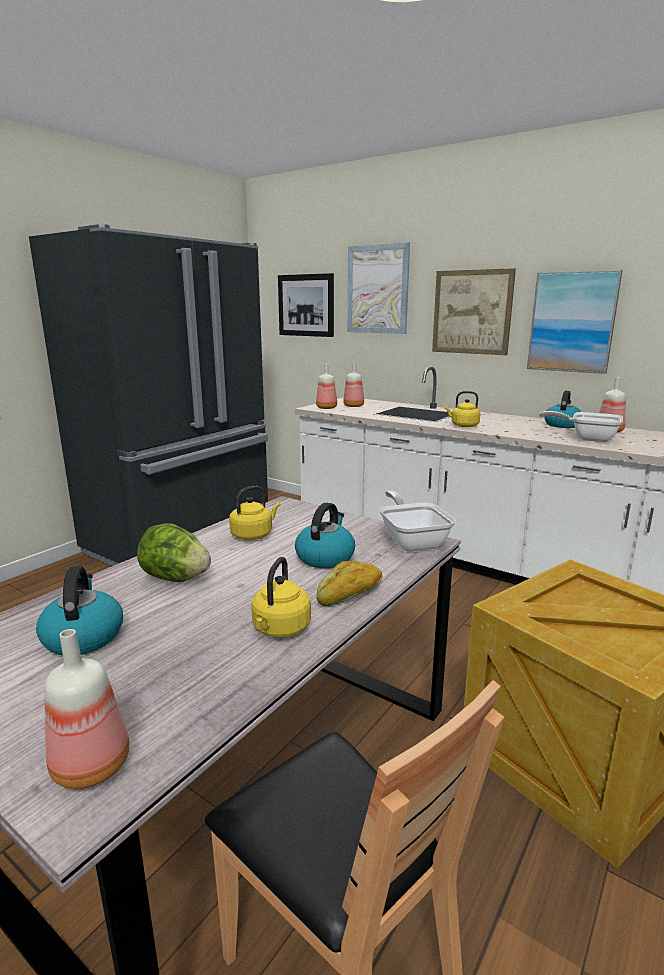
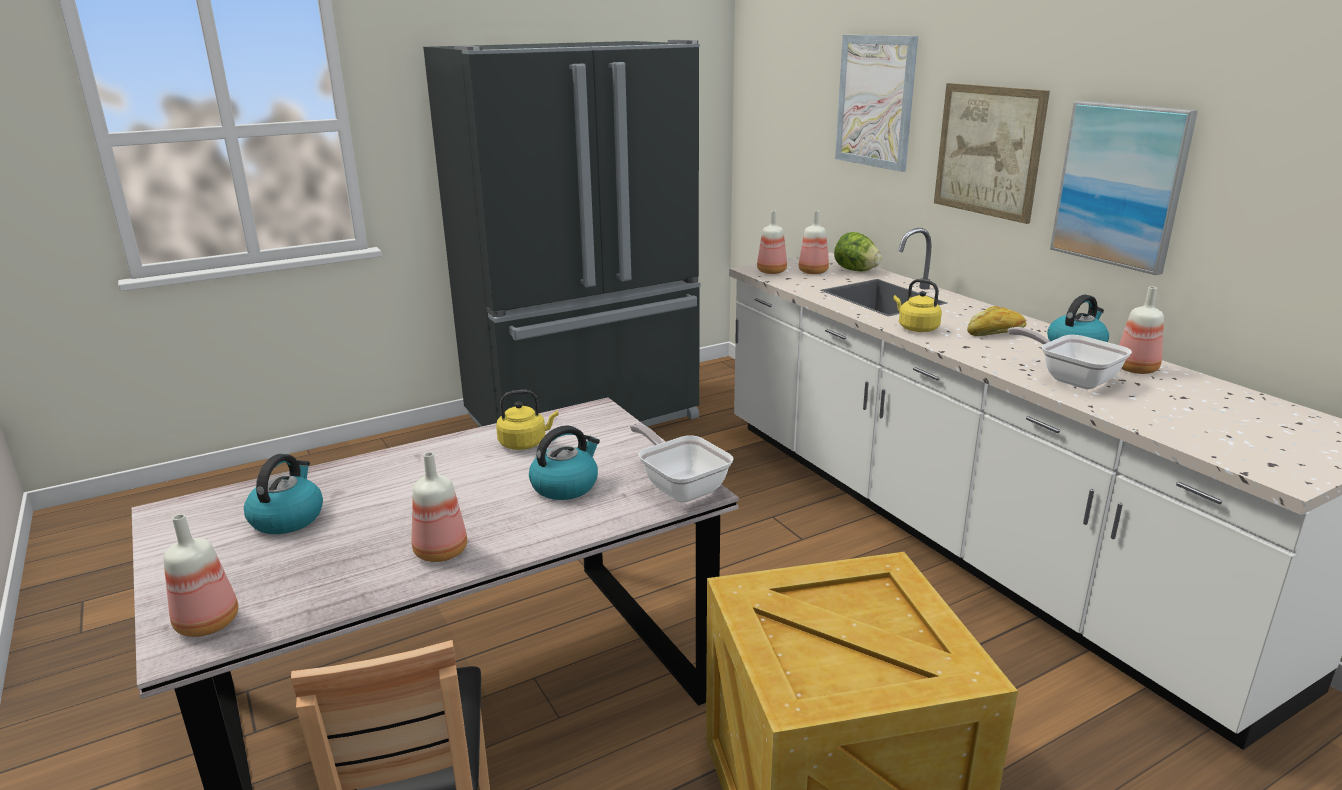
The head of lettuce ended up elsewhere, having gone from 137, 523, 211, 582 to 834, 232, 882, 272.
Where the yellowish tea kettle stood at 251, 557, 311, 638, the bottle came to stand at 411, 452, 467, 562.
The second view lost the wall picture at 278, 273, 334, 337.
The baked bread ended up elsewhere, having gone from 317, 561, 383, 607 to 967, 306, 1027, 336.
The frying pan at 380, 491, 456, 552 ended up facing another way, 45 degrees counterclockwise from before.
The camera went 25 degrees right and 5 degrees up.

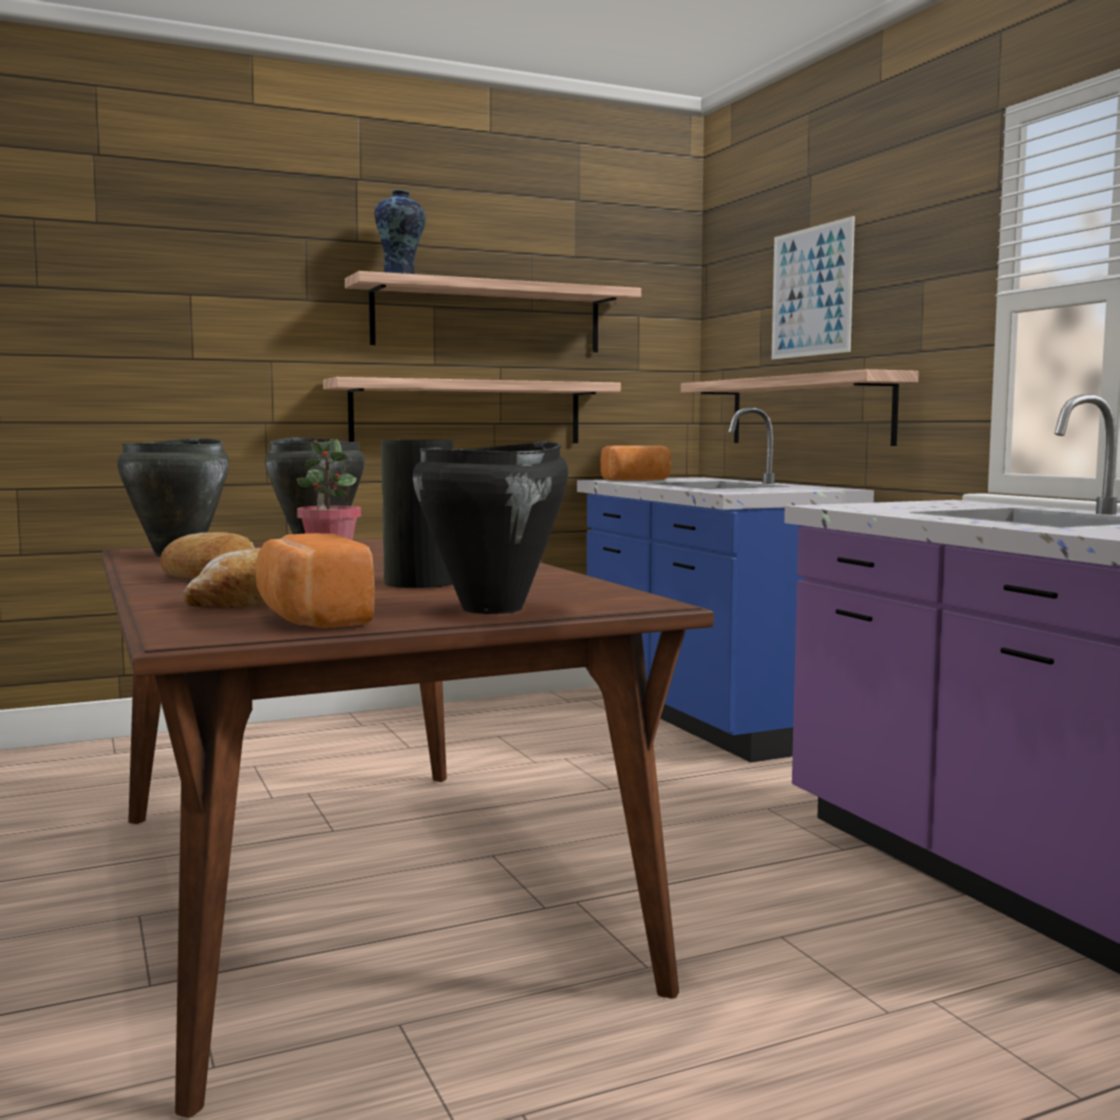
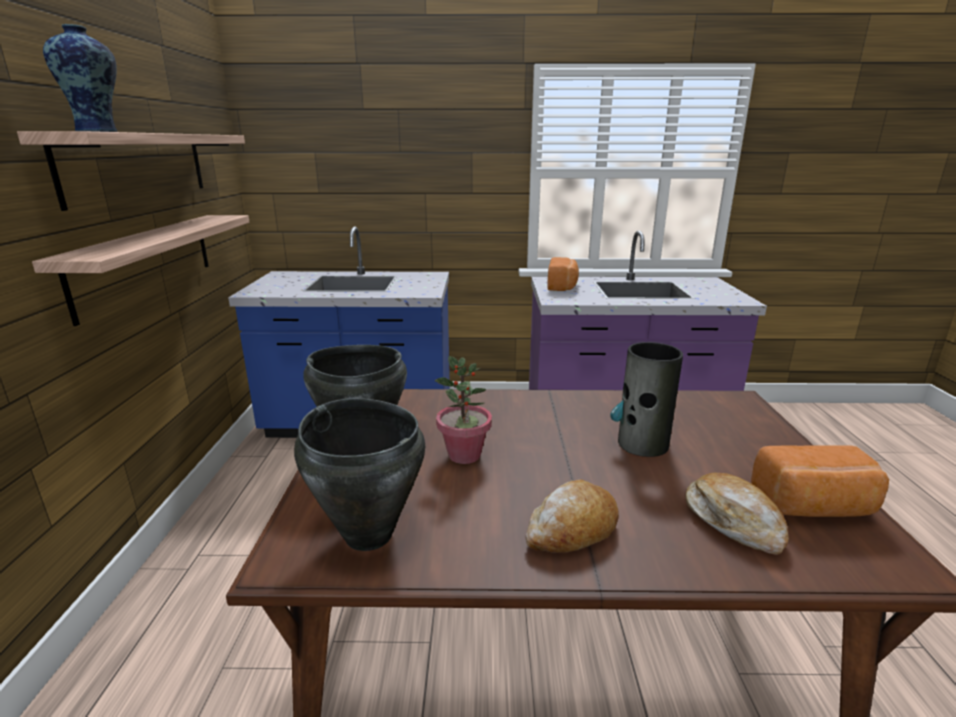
The second view lost the black stockpot at 413, 441, 568, 614.
The baked bread ended up elsewhere, having gone from 601, 445, 671, 481 to 547, 257, 579, 291.
The second view lost the shelf at 681, 369, 919, 446.
The second view lost the wall picture at 772, 216, 855, 360.
The camera went 65 degrees left and 15 degrees up.

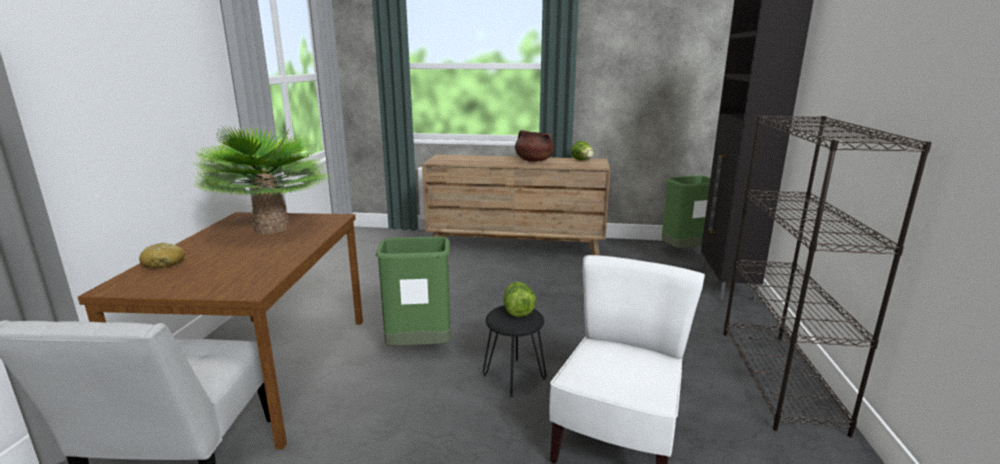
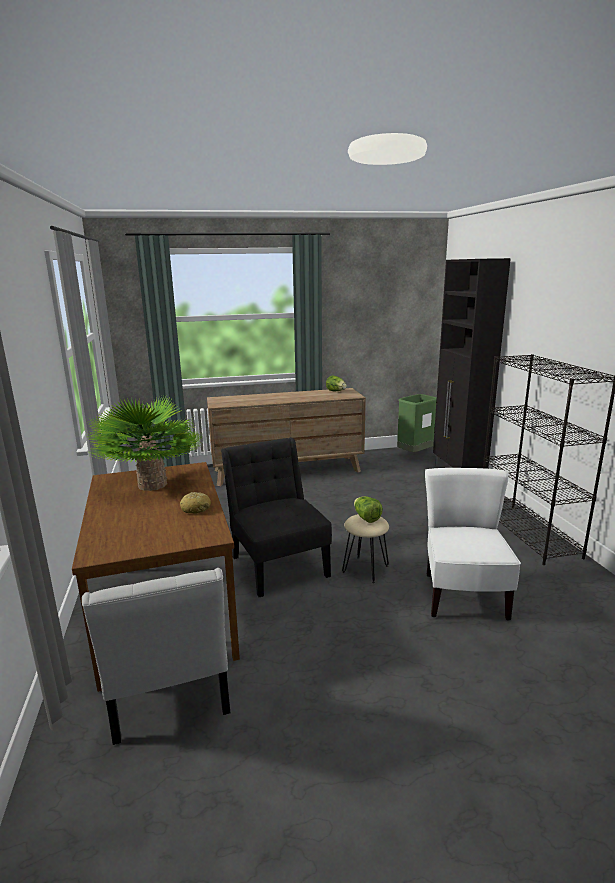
The baked bread ended up elsewhere, having gone from 139, 242, 185, 268 to 180, 492, 211, 513.
Where the green waste bin stood at 376, 237, 451, 346, the black upright chair came to stand at 221, 437, 332, 597.
What was the black sitting stool at 483, 305, 547, 397 turned into the beige-coloured sitting stool at 342, 514, 389, 583.
The second view lost the brown stockpot at 515, 130, 555, 162.
The camera went 20 degrees left and 0 degrees up.

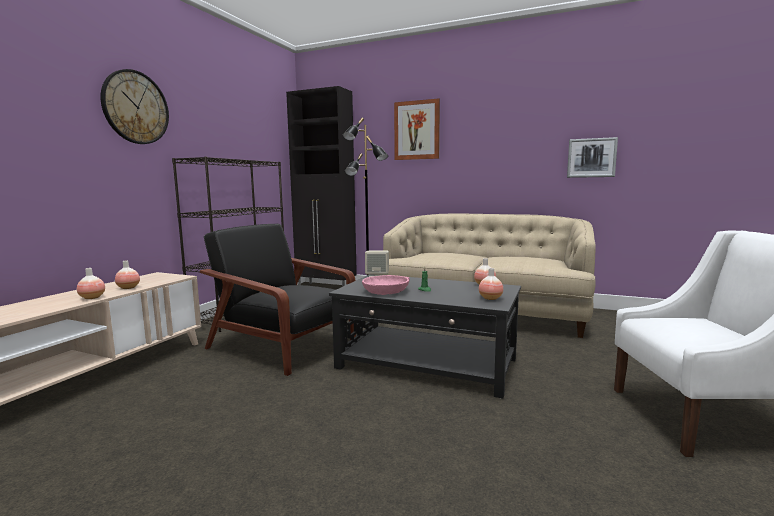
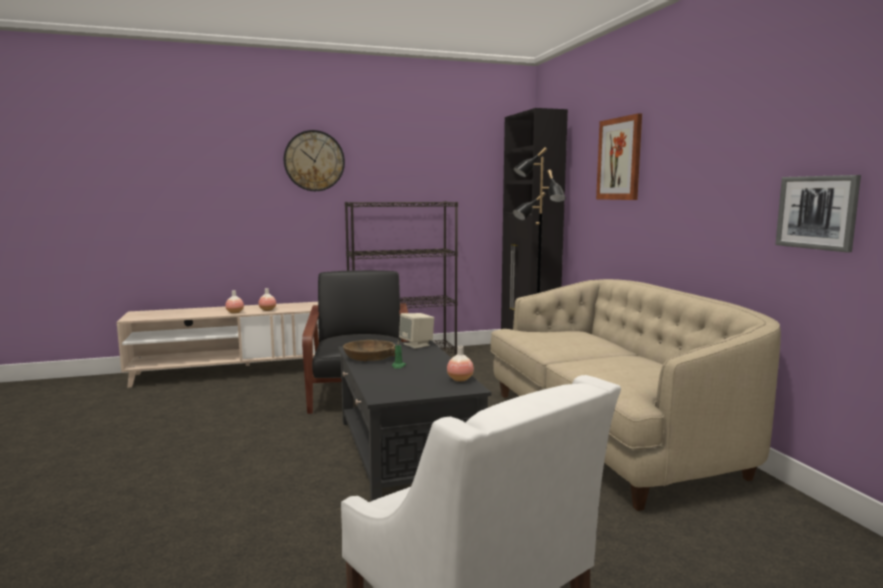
What was the pink-coloured serving bowl at 362, 275, 410, 295 turned into the brown serving bowl at 343, 340, 395, 361.
The second view lost the flower vase at 479, 268, 503, 300.
The camera went 50 degrees right and 0 degrees up.

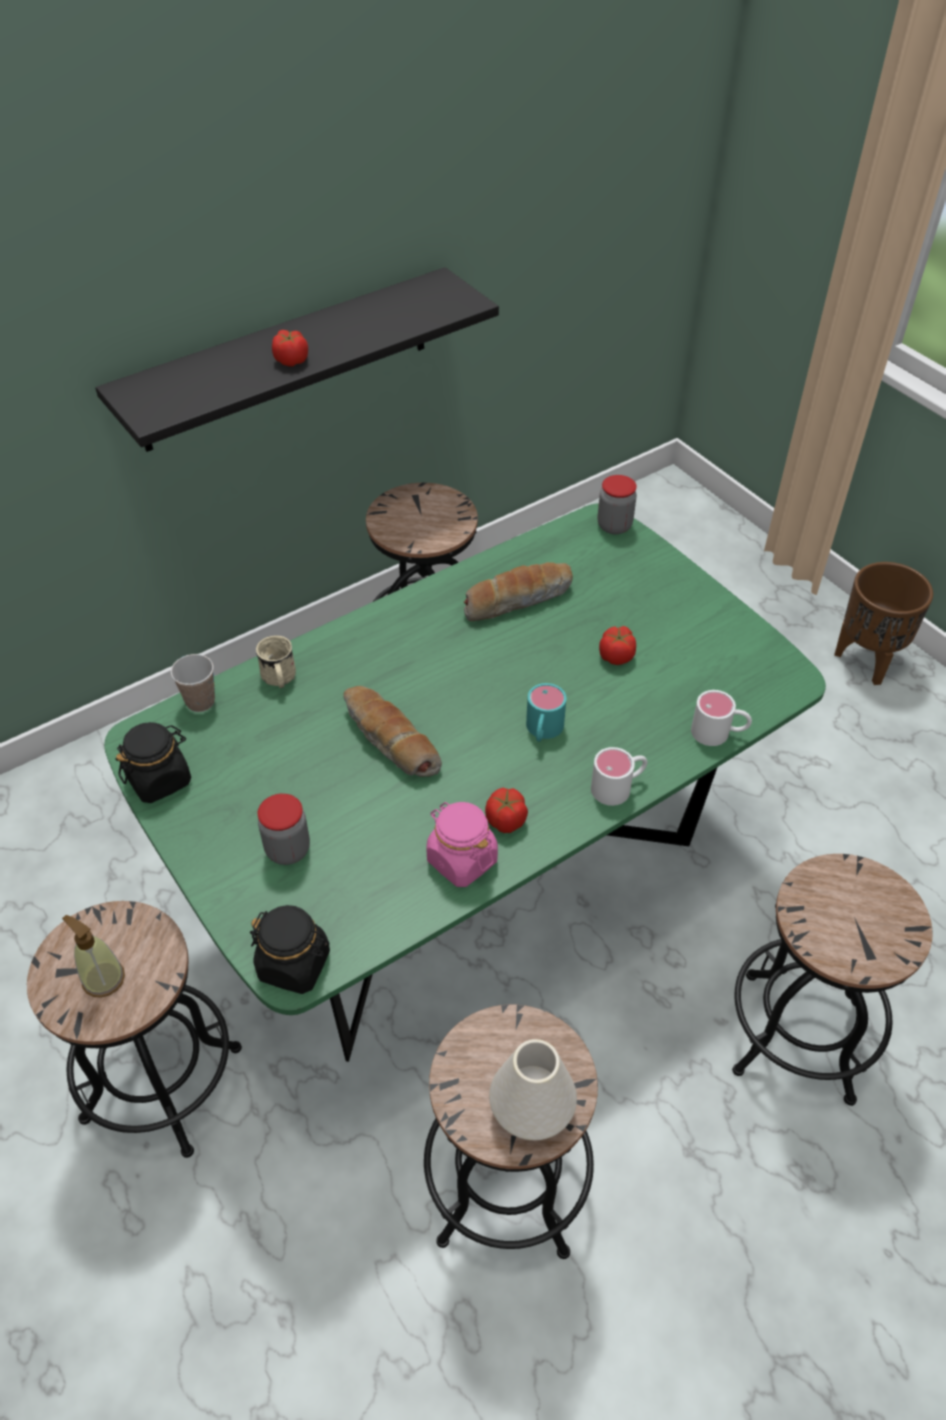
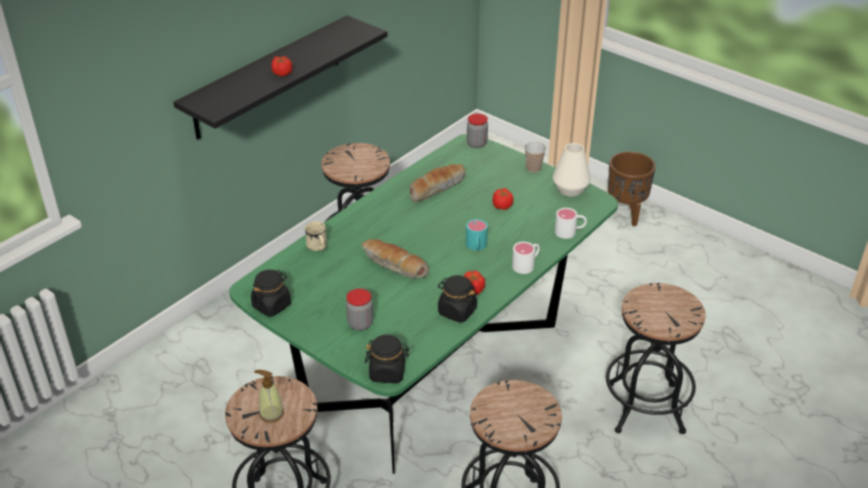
The cup ended up elsewhere, having gone from 171, 654, 215, 712 to 524, 142, 546, 172.
What was the pink-coloured storage jar at 426, 802, 498, 887 turned into the black storage jar at 438, 275, 477, 323.
The white-coloured flower vase ended up elsewhere, having gone from 489, 1039, 577, 1140 to 553, 143, 591, 197.
The camera went 15 degrees left and 10 degrees down.

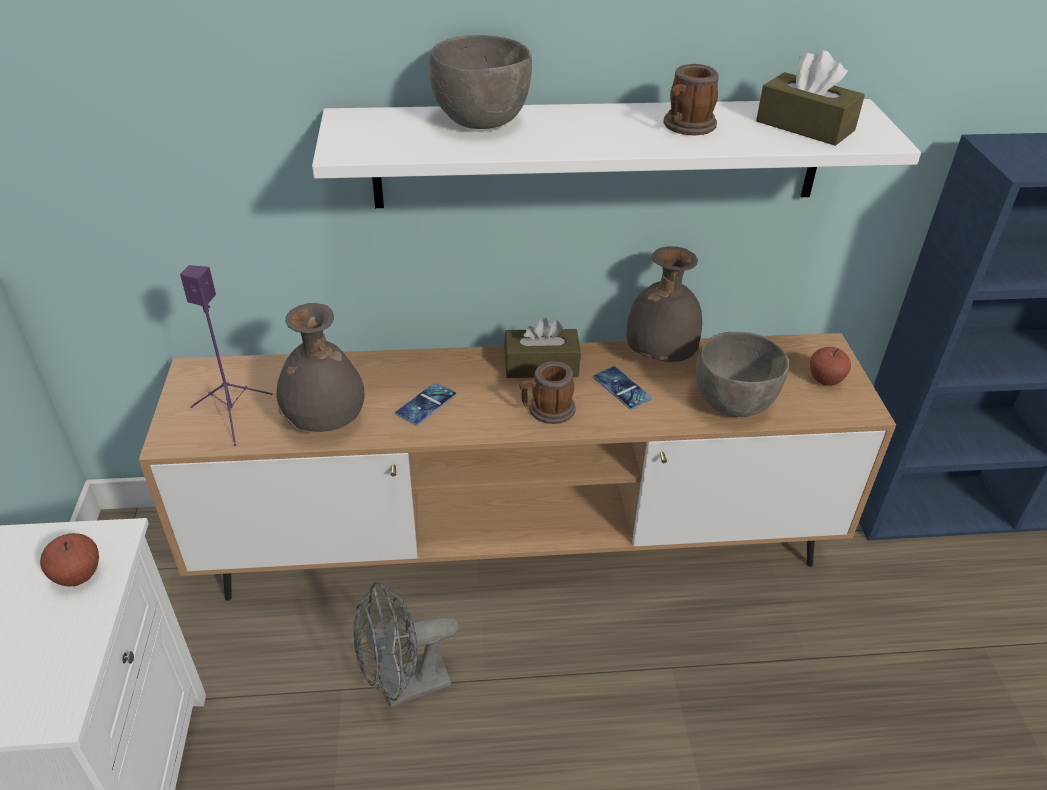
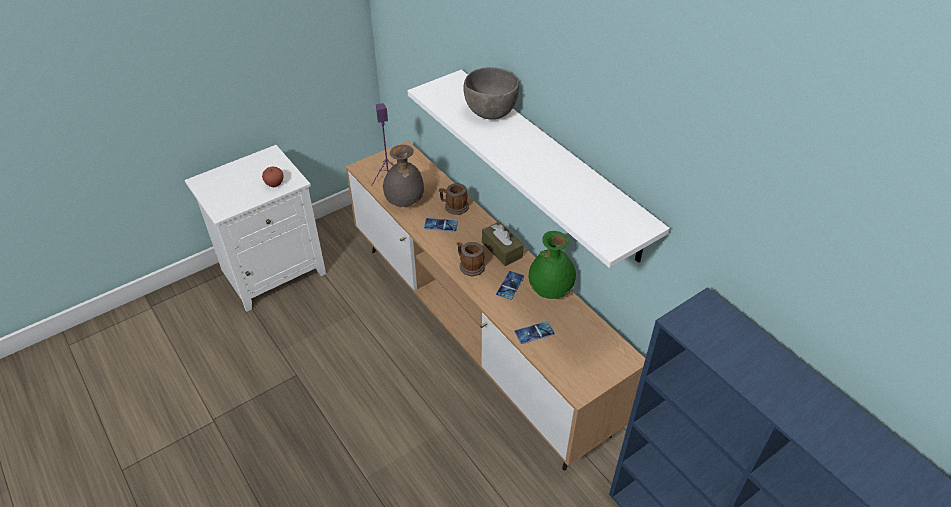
The second view lost the grey cooling fan at 354, 582, 459, 708.
What was the grey flower vase at 626, 246, 702, 362 turned into the green flower vase at 529, 231, 576, 299.
The coffee mug ended up elsewhere, having gone from 663, 64, 719, 135 to 439, 183, 469, 215.
Where the grey serving bowl stood at 696, 332, 789, 417, the handset came to stand at 514, 321, 555, 344.
The second view lost the brown tissue box at 756, 50, 865, 146.
The second view lost the apple fruit at 810, 347, 851, 386.
The camera went 60 degrees right and 5 degrees up.

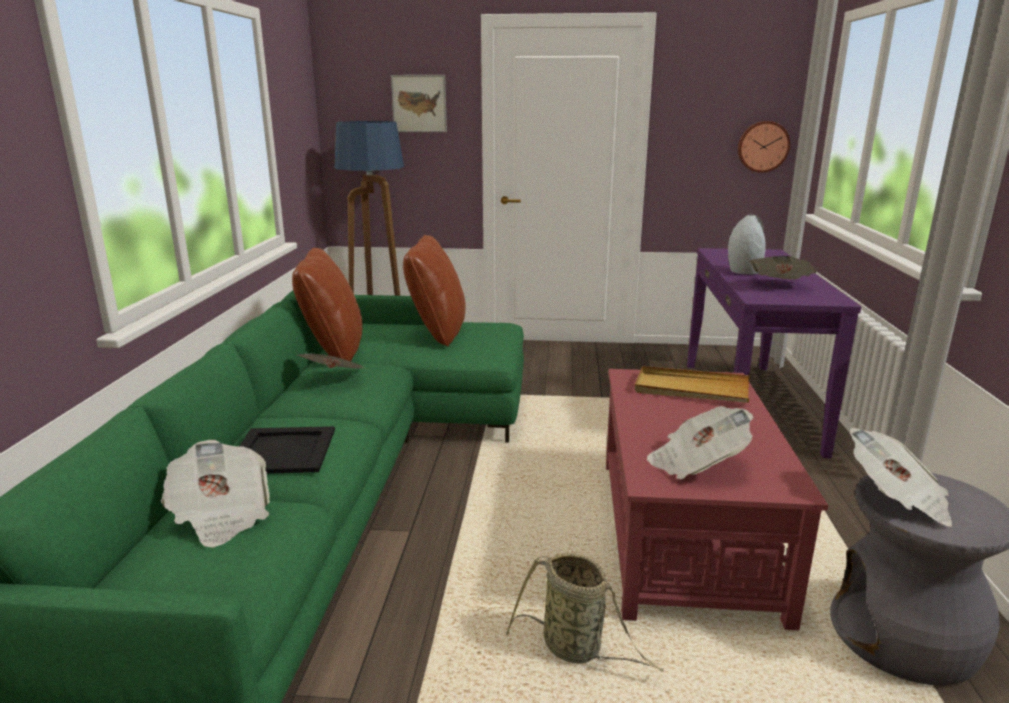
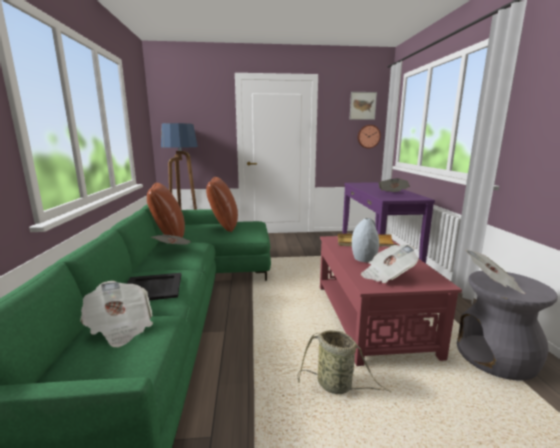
The wall picture ended up elsewhere, having gone from 391, 75, 447, 132 to 349, 92, 377, 120.
The grey flower vase ended up elsewhere, having gone from 728, 215, 766, 275 to 352, 218, 379, 262.
The camera went 10 degrees left and 5 degrees down.

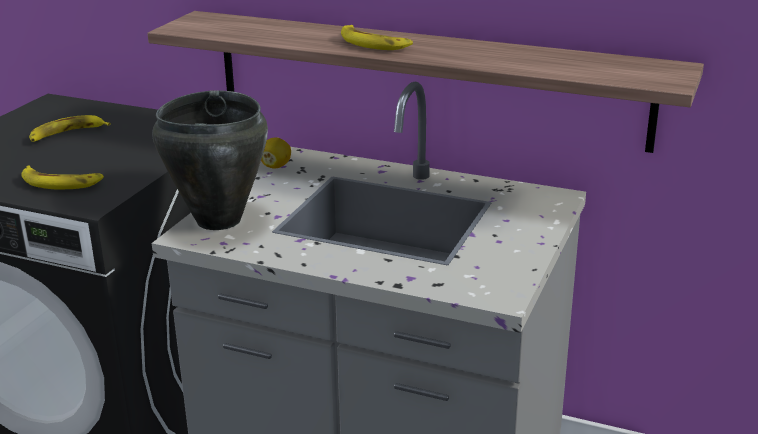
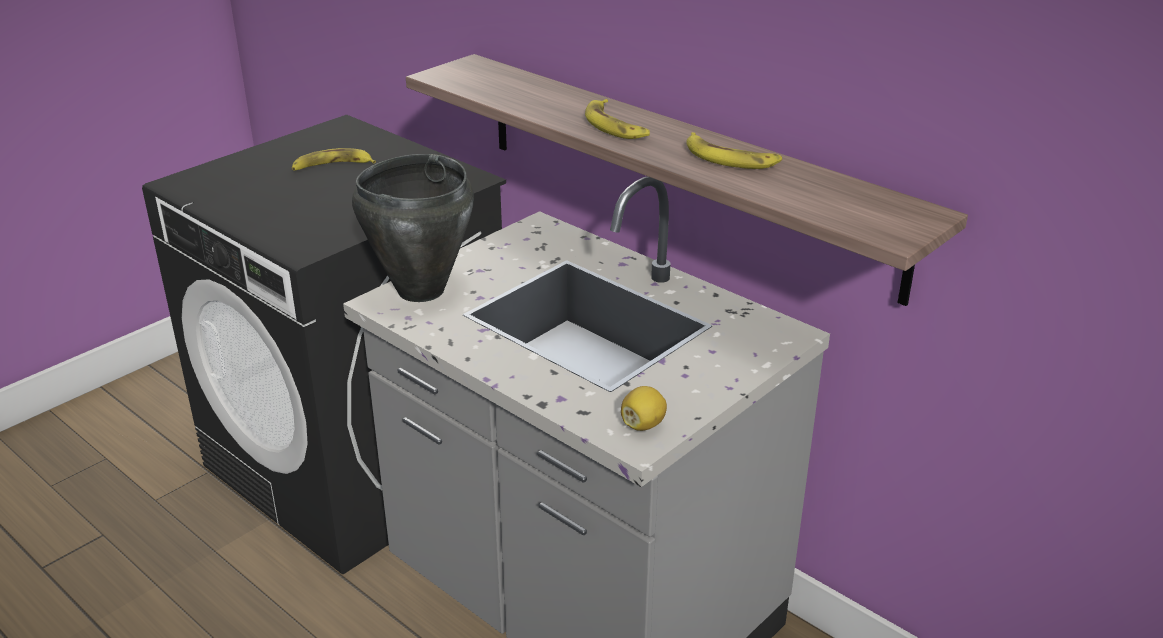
The banana ended up elsewhere, having gone from 21, 166, 104, 189 to 686, 132, 782, 169.
The lemon ended up elsewhere, having gone from 261, 138, 291, 168 to 621, 386, 667, 431.
The camera went 20 degrees right and 5 degrees up.

